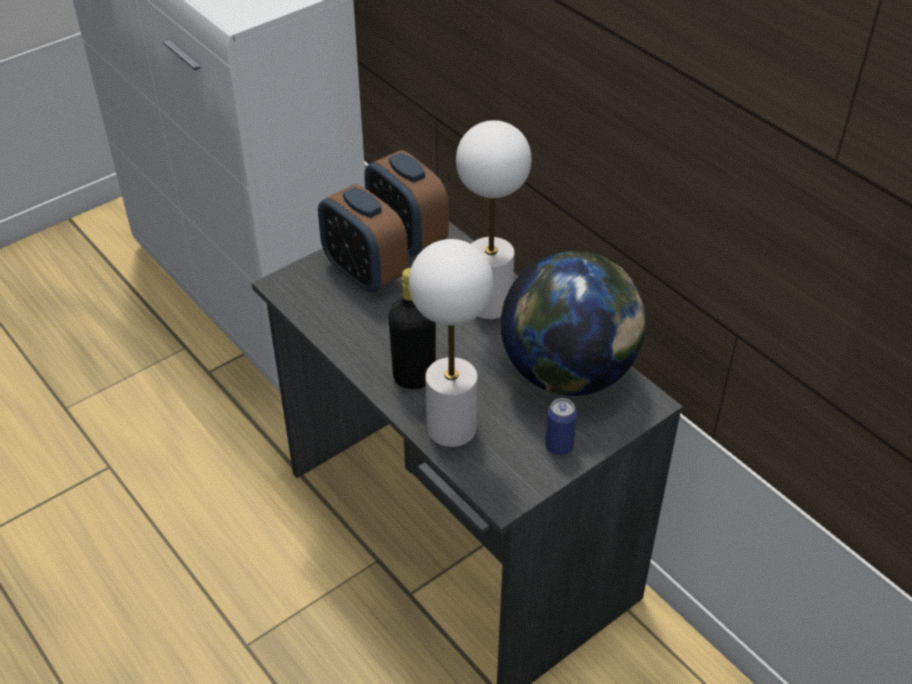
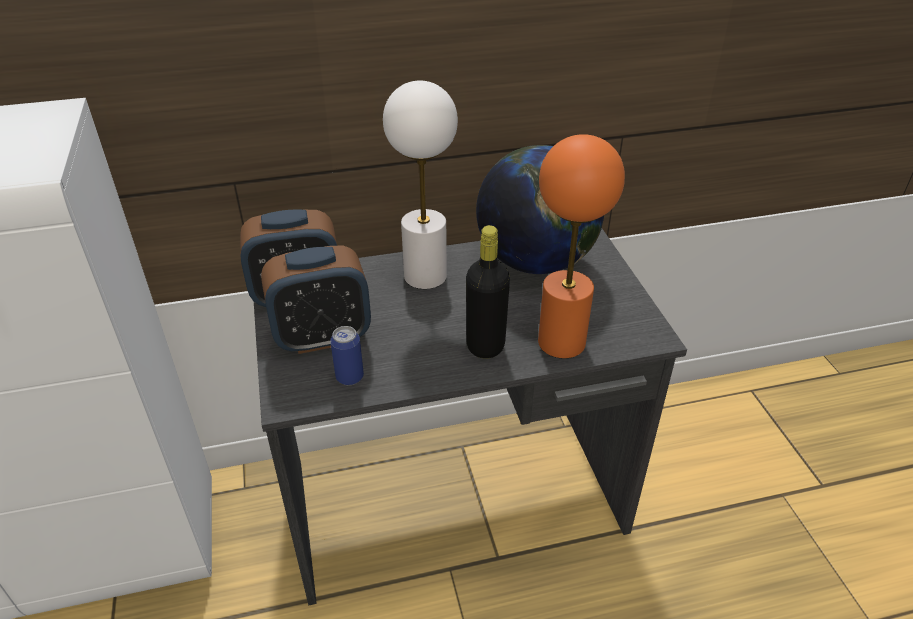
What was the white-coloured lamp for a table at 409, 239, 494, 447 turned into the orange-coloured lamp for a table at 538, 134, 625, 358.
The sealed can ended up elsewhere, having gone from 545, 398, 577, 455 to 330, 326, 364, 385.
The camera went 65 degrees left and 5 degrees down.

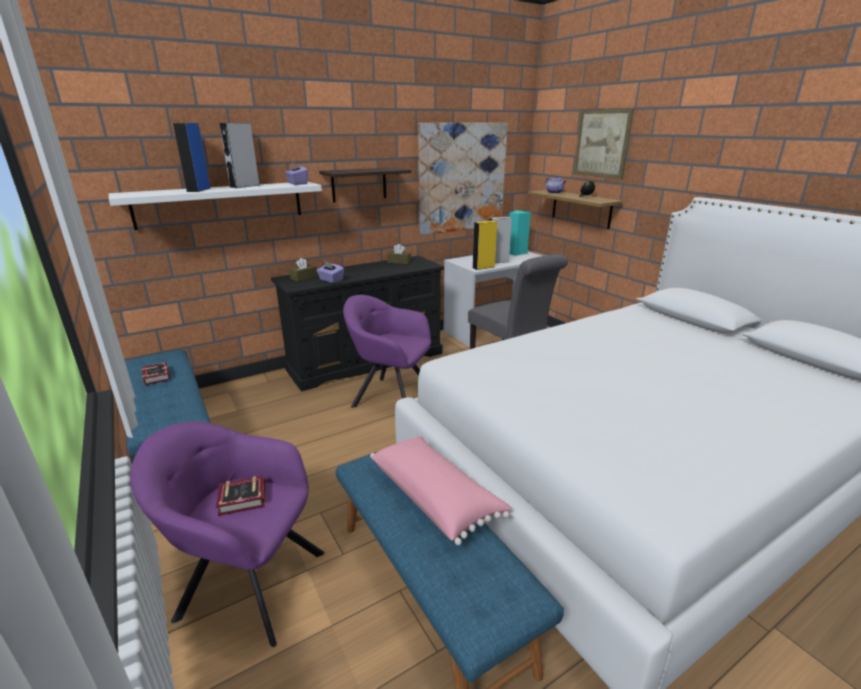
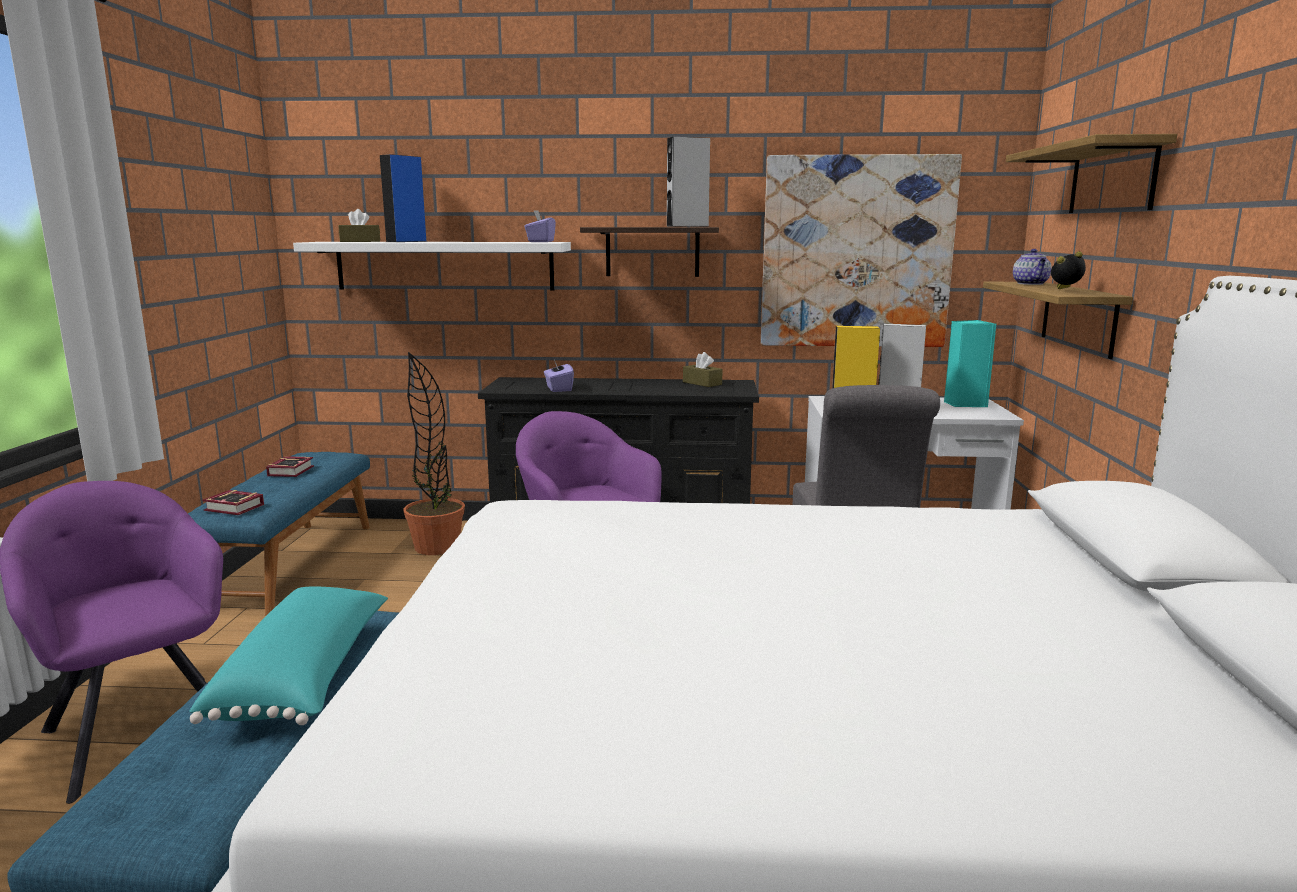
The bound book ended up elsewhere, having gone from 216, 476, 266, 516 to 202, 490, 264, 515.
The grey audio speaker ended up elsewhere, having gone from 219, 123, 260, 188 to 667, 137, 710, 227.
The brown tissue box ended up elsewhere, having gone from 289, 258, 317, 282 to 338, 209, 380, 242.
What was the pink-coloured cushion at 370, 436, 511, 546 turned into the turquoise-coloured cushion at 189, 586, 388, 725.
Where the wall picture hung at 574, 108, 634, 179, the shelf came to hang at 1006, 134, 1177, 213.
The second view gained the houseplant at 403, 352, 465, 555.
The camera went 35 degrees right and 10 degrees down.

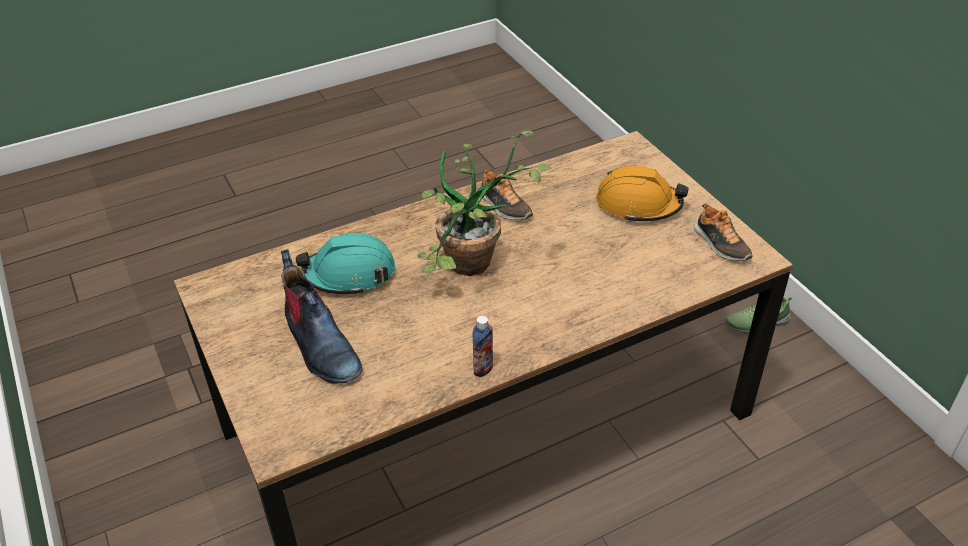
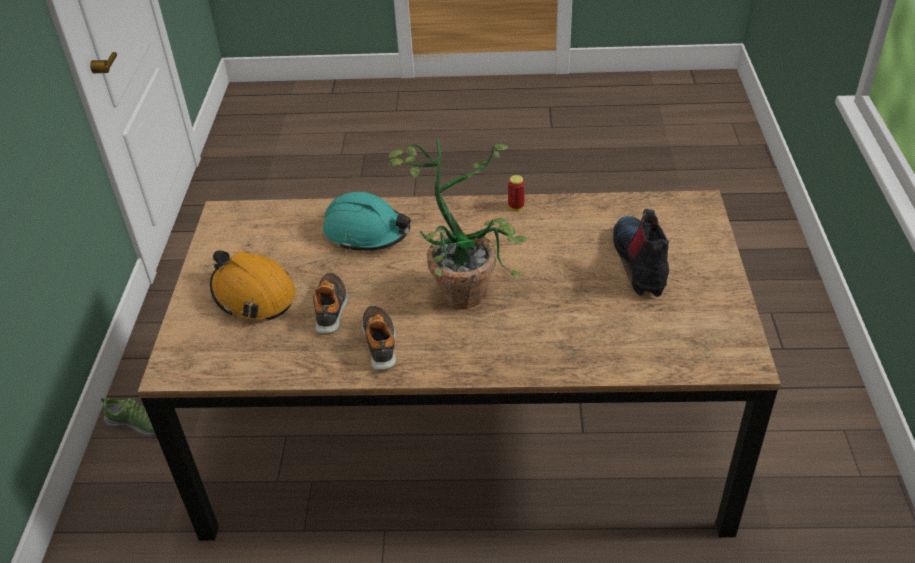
The turquoise-coloured hard hat ended up elsewhere, having gone from 296, 233, 395, 296 to 323, 192, 411, 251.
Where the bottle stood at 473, 316, 493, 377, the sealed can came to stand at 508, 175, 525, 211.
The shoe ended up elsewhere, having gone from 694, 203, 753, 261 to 313, 272, 348, 335.
The camera went 150 degrees left and 0 degrees up.

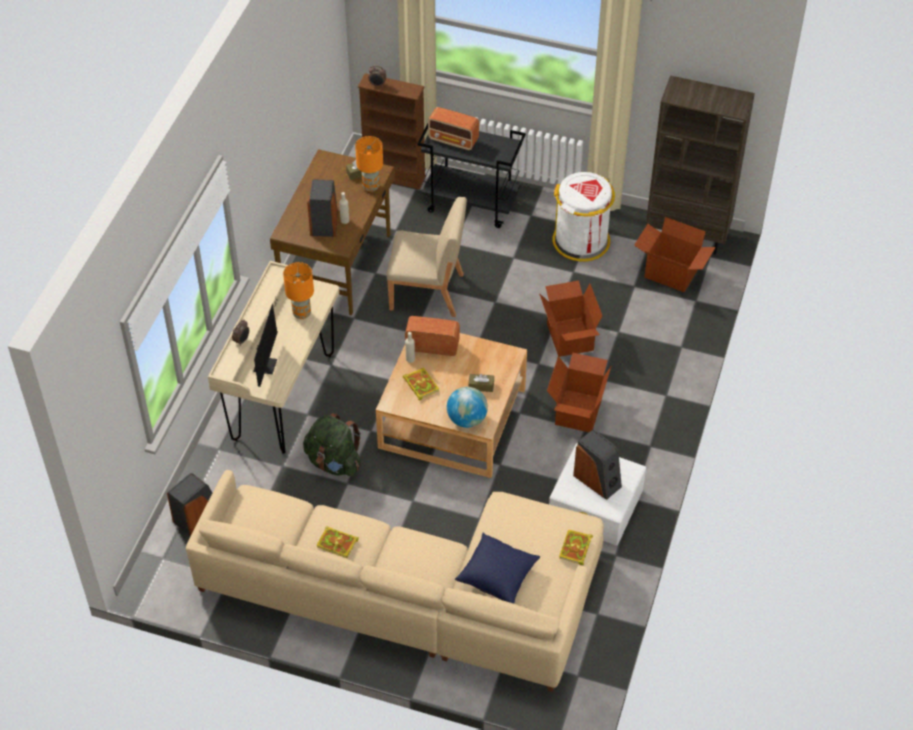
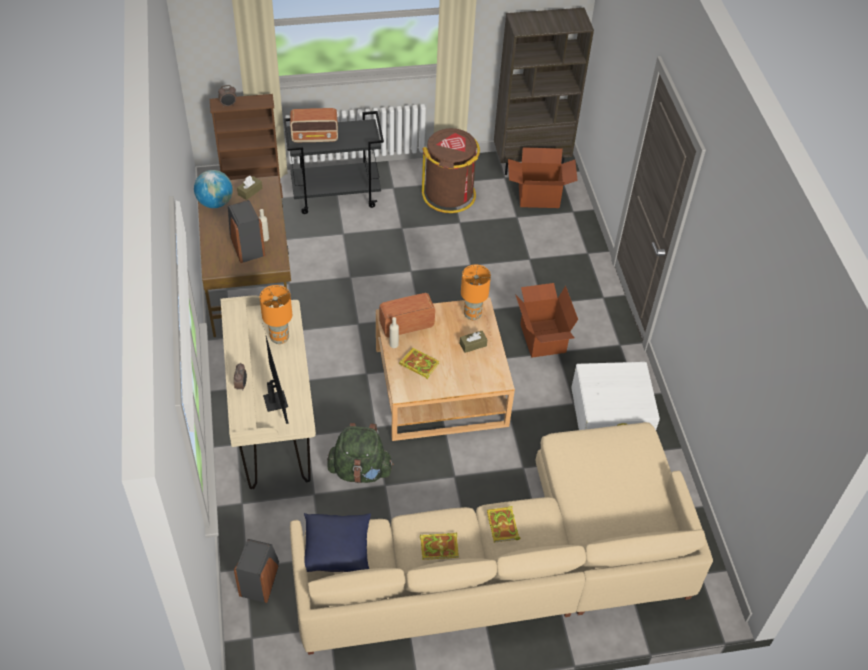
The orange-coloured lamp for a table ended up elsewhere, having gone from 355, 136, 383, 192 to 461, 264, 491, 320.
The second view lost the beige-coloured upright chair at 387, 197, 467, 317.
The world globe ended up elsewhere, having gone from 447, 387, 488, 428 to 194, 170, 233, 208.
The blue-coloured cushion ended up elsewhere, having gone from 455, 533, 540, 604 to 304, 513, 371, 572.
The second view lost the cardboard box at 539, 281, 602, 357.
What was the white-coloured waste bin at 552, 172, 615, 262 turned into the brown waste bin at 422, 128, 480, 213.
The bound book ended up elsewhere, having gone from 559, 529, 593, 565 to 487, 506, 520, 543.
The second view lost the audio speaker at 573, 429, 622, 500.
The camera went 30 degrees left and 0 degrees up.

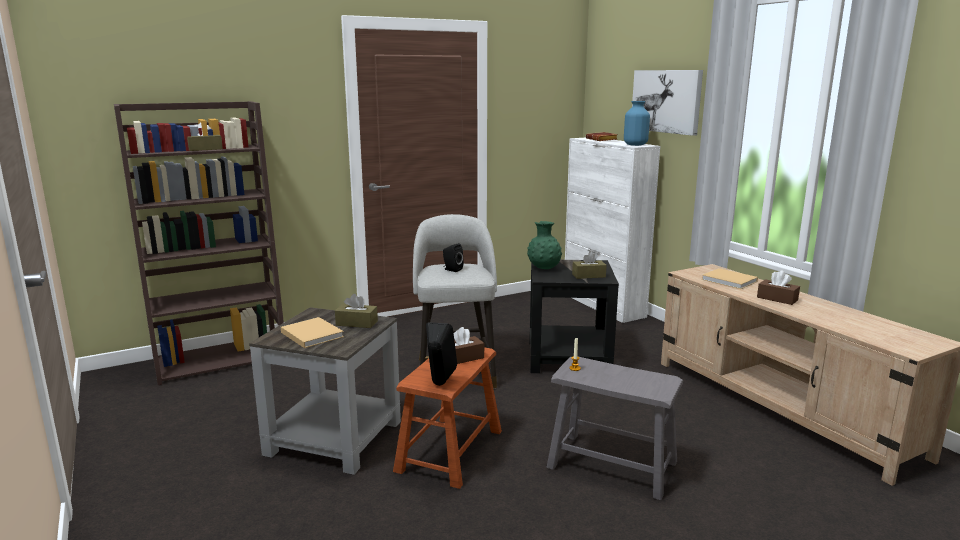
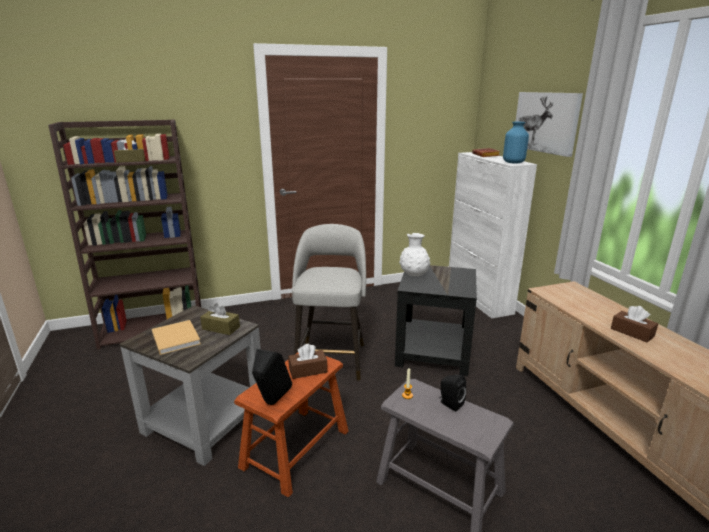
The black audio speaker ended up elsewhere, having gone from 443, 243, 464, 272 to 439, 375, 466, 412.
What was the green flower vase at 527, 221, 562, 269 turned into the white-coloured flower vase at 399, 233, 430, 276.
The second view lost the brown tissue box at 572, 251, 607, 279.
The second view lost the beige-coloured bound book at 701, 268, 758, 289.
The camera went 10 degrees right and 5 degrees up.

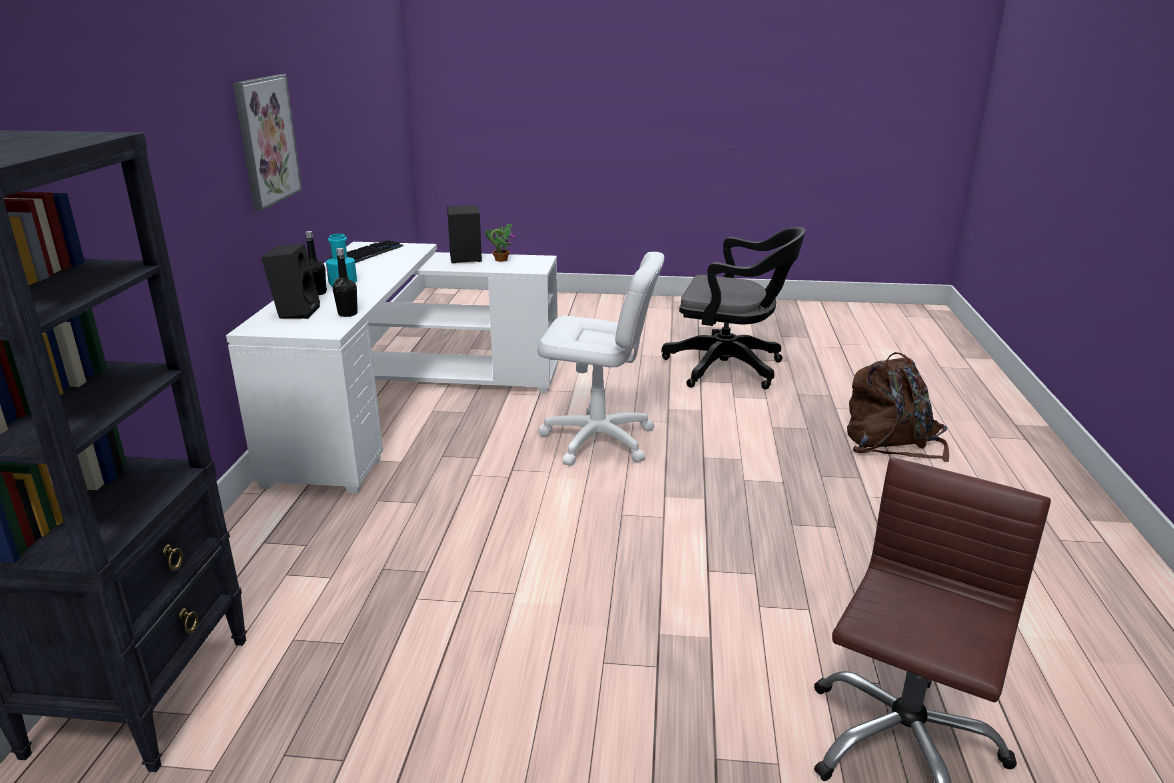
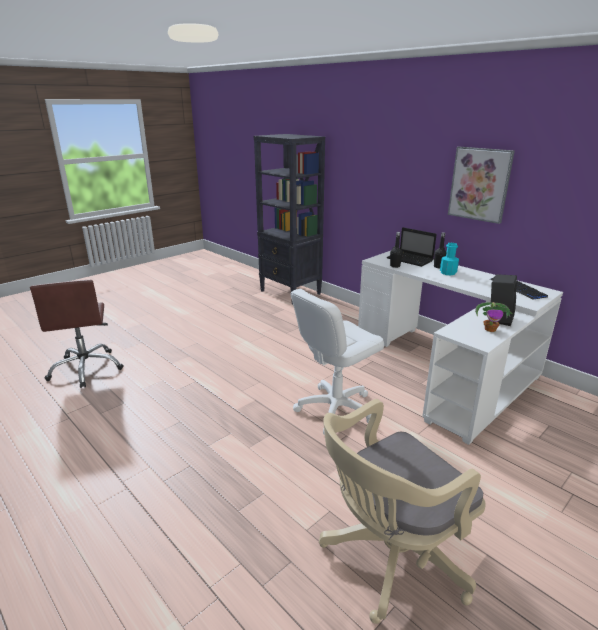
Where the black audio speaker stood at 261, 243, 320, 319, the notebook computer came to stand at 387, 227, 437, 267.
What was the black desk chair at 662, 227, 806, 389 turned into the beige-coloured desk chair at 319, 399, 486, 624.
The second view lost the brown knapsack at 847, 352, 949, 462.
The camera went 130 degrees right and 0 degrees up.

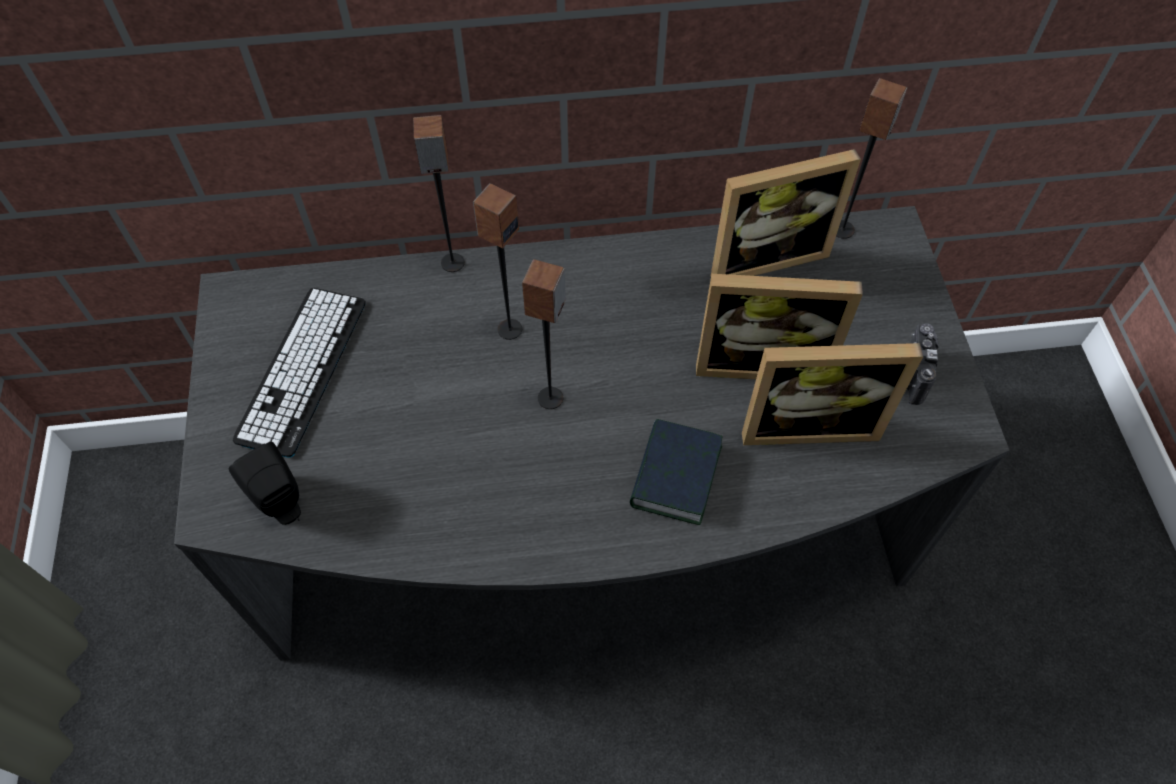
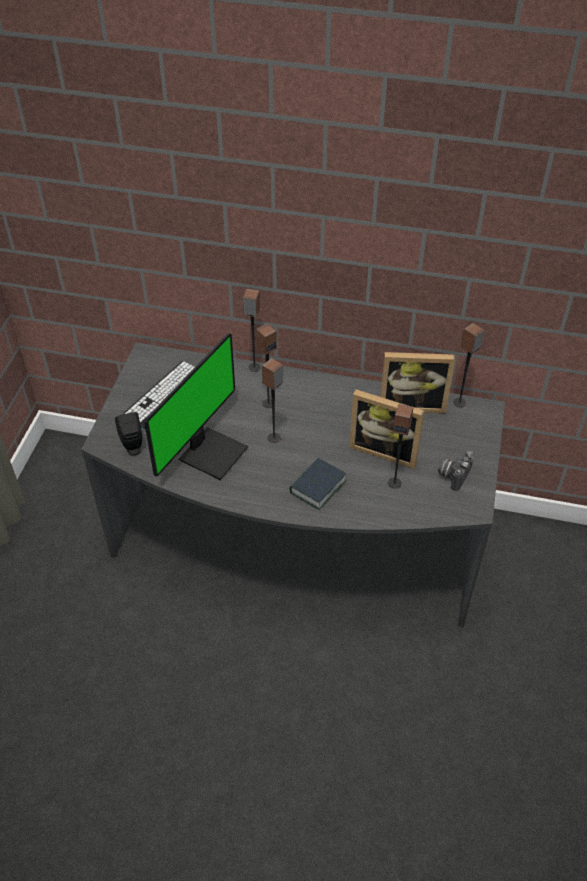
Where the standing frame stood at 742, 343, 923, 445, the audio speaker came to stand at 388, 404, 413, 488.
The second view gained the computer display at 144, 333, 248, 480.
The camera went 20 degrees right and 10 degrees down.

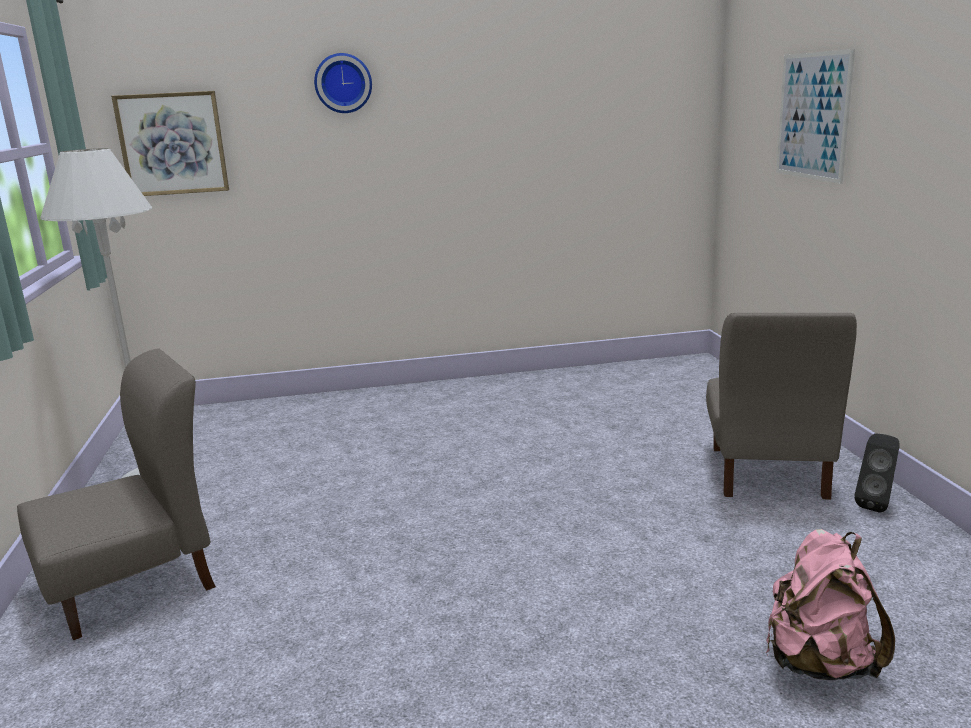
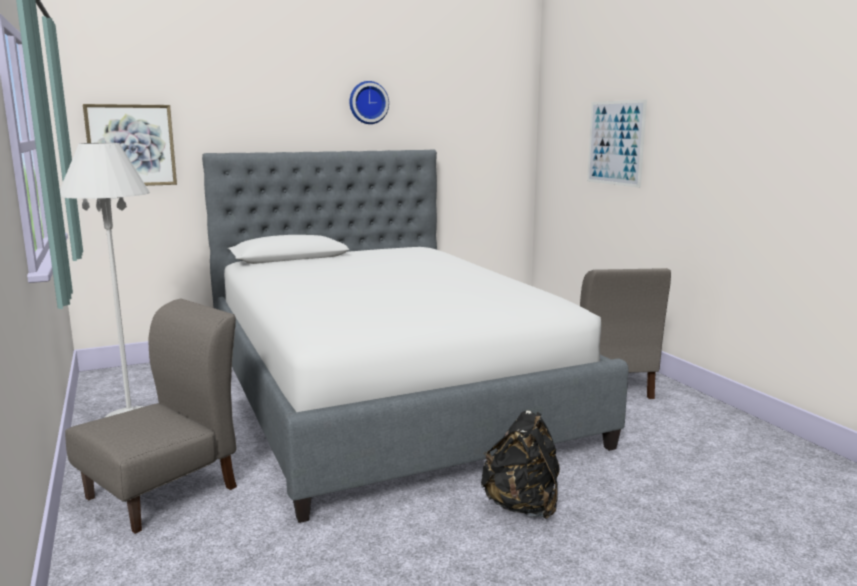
The clock on the wall ended up elsewhere, having gone from 314, 53, 372, 113 to 350, 81, 389, 124.
The second view lost the pink-coloured knapsack at 766, 529, 895, 680.
The second view lost the black audio speaker at 854, 433, 900, 513.
The second view gained the sleeping bed at 202, 150, 629, 523.
The second view gained the black knapsack at 481, 410, 560, 519.
The camera went 15 degrees left and 5 degrees down.

